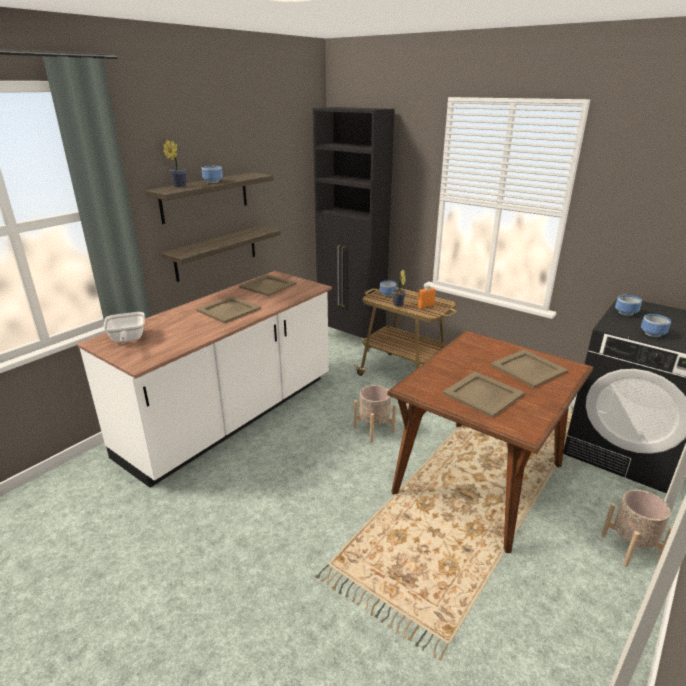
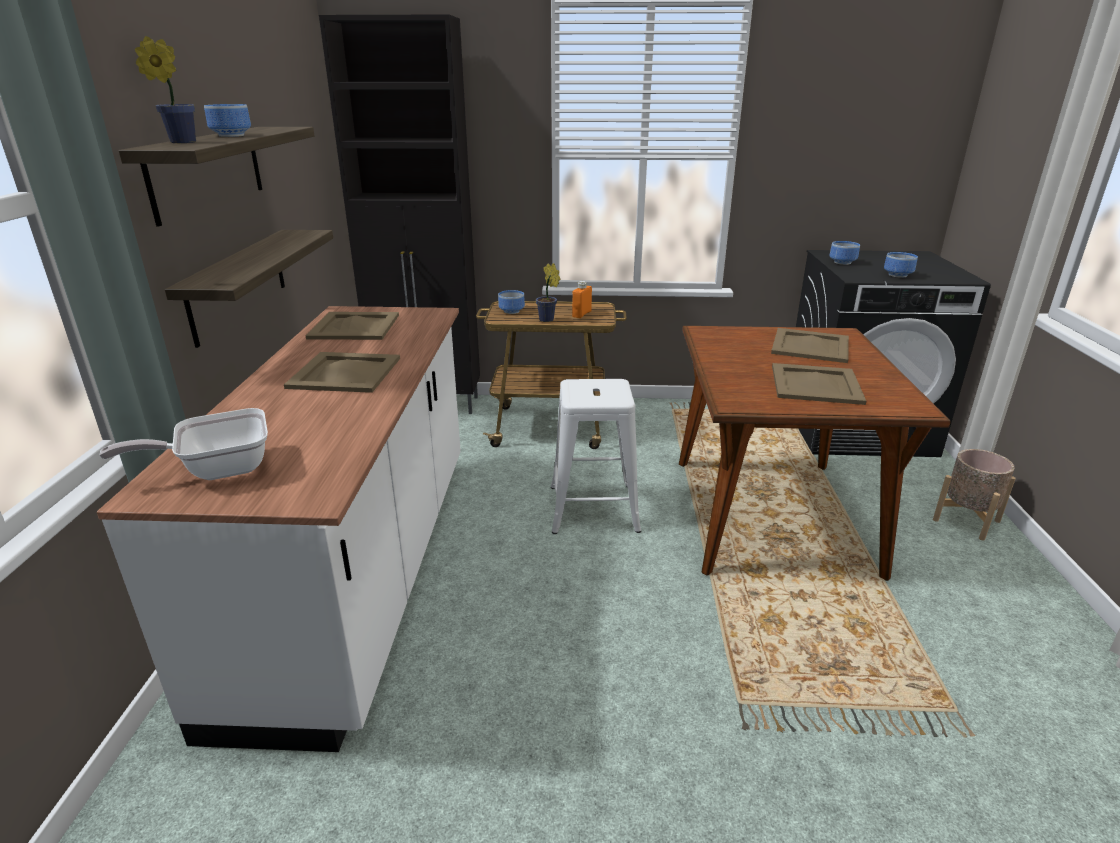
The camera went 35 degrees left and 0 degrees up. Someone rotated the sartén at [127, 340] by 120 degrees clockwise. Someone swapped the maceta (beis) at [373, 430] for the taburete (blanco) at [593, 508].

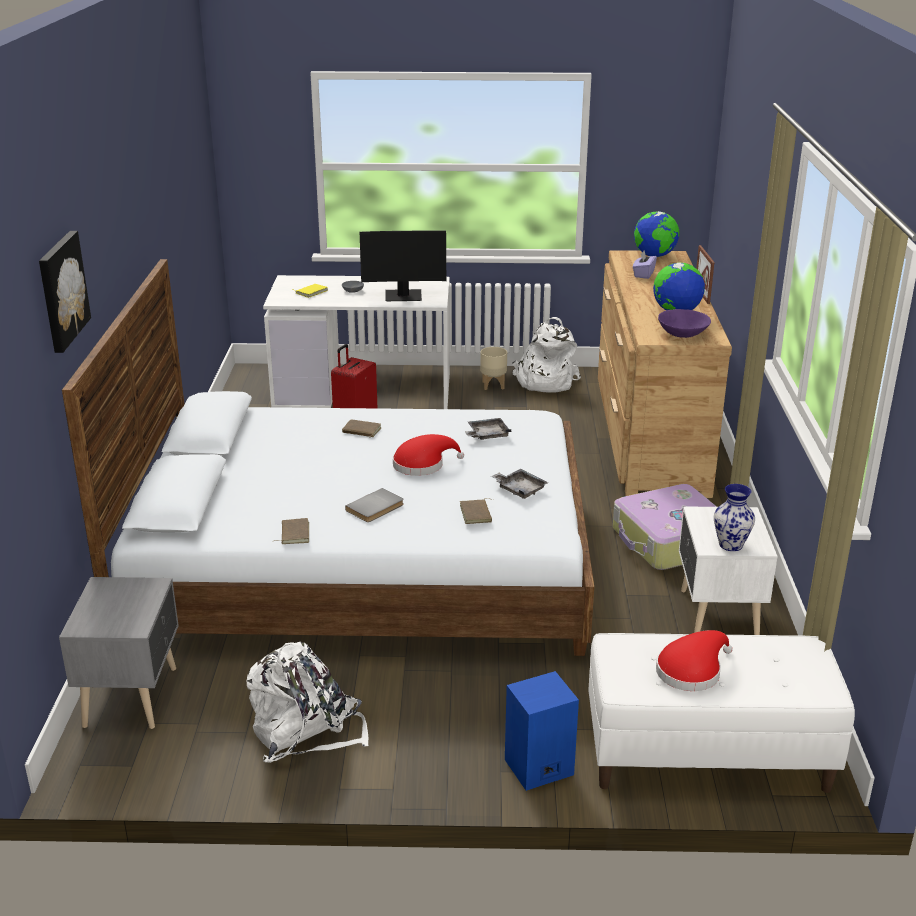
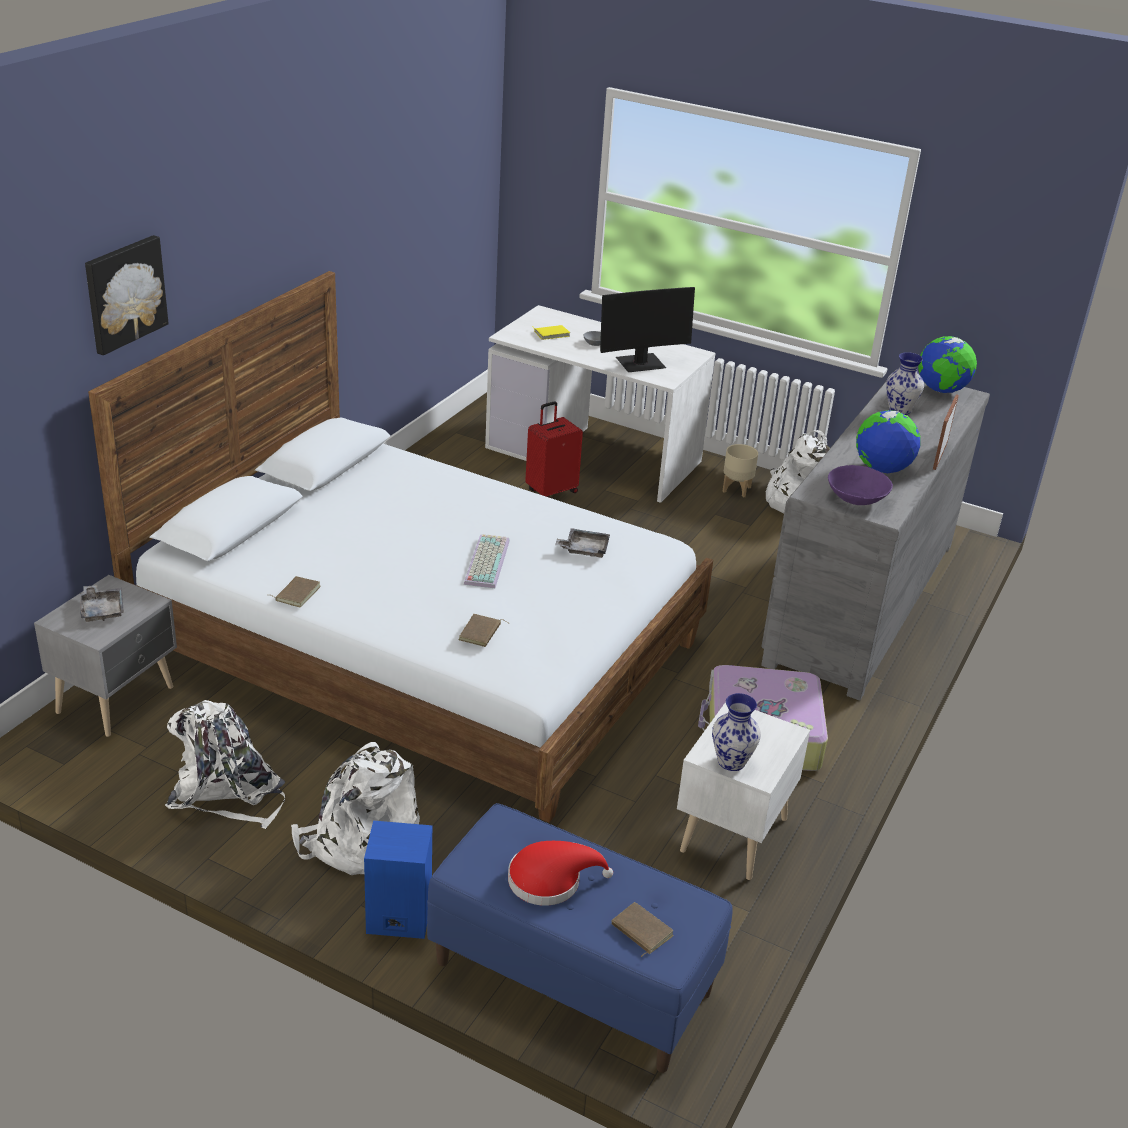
The camera went 25 degrees right and 5 degrees up. Someone rotated the monitor at [403, 296] by 45 degrees counterclockwise. Someone repainted the cómoda (marrón) at [649, 434], which became the cómoda (gris) at [860, 601]. Someone swapped the caja de pañuelos (morado) at [643, 274] for the florero at [899, 410]. Someone carried the libro (marrón) from [361, 431] to [640, 931]. Someone swapped the sombrero (rojo) at [422, 464] for the teclado at [485, 561]. Someone carried the bandeja (gris) from [519, 489] to [102, 610]. Someone took away the libro (gris) at [376, 508]. Someone repainted the banco (blanco) at [706, 756], which became the banco (azul) at [571, 978]. Someone put down the mochila (blanco) at [359, 842].

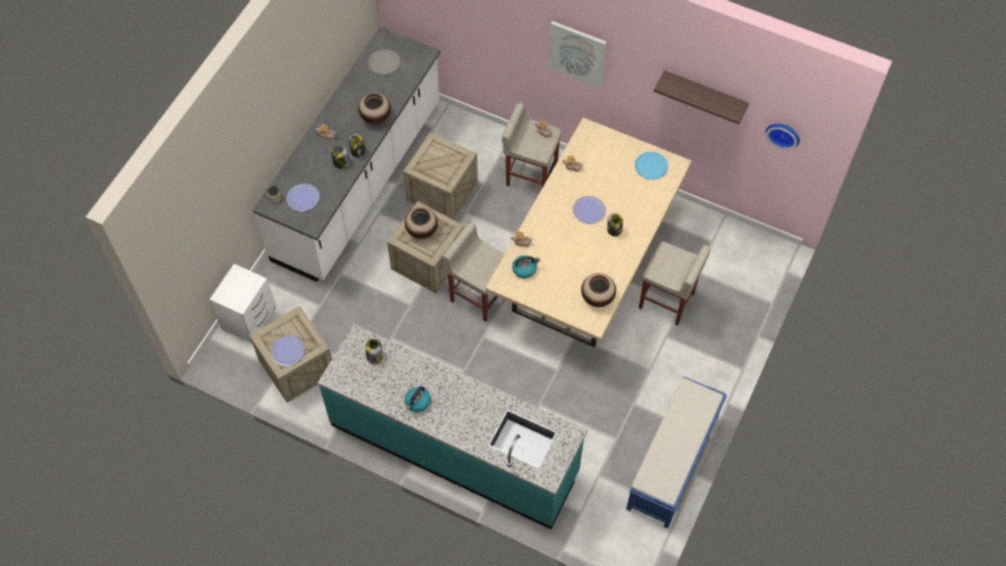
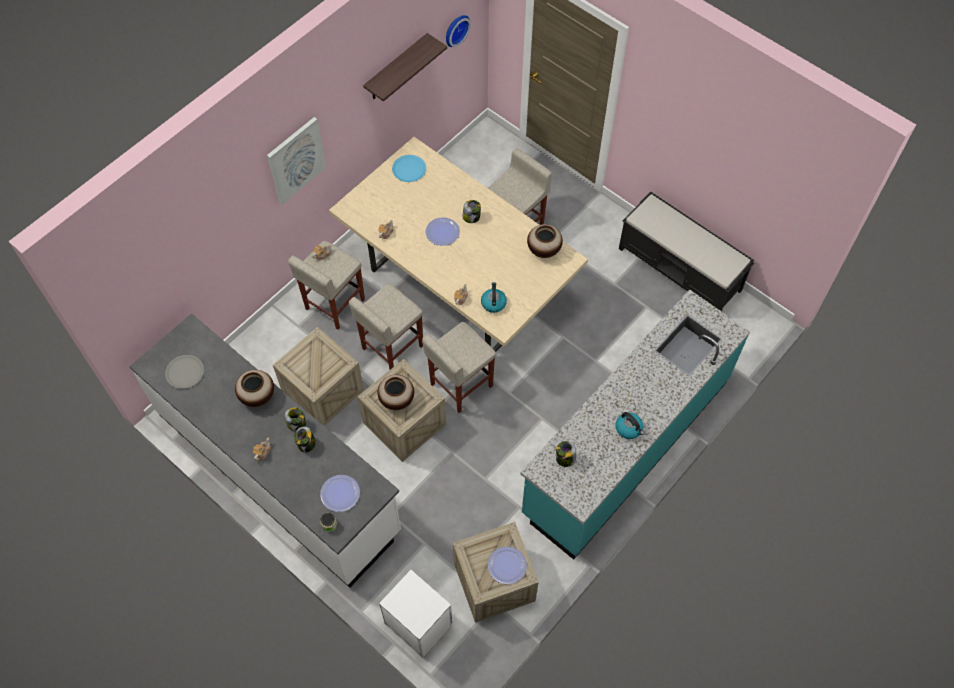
The camera went 75 degrees left and 0 degrees up. Someone repainted the banco (azul) at [672, 463], which became the banco (negro) at [680, 270]. Someone put down the taburete (beis) at [392, 347].

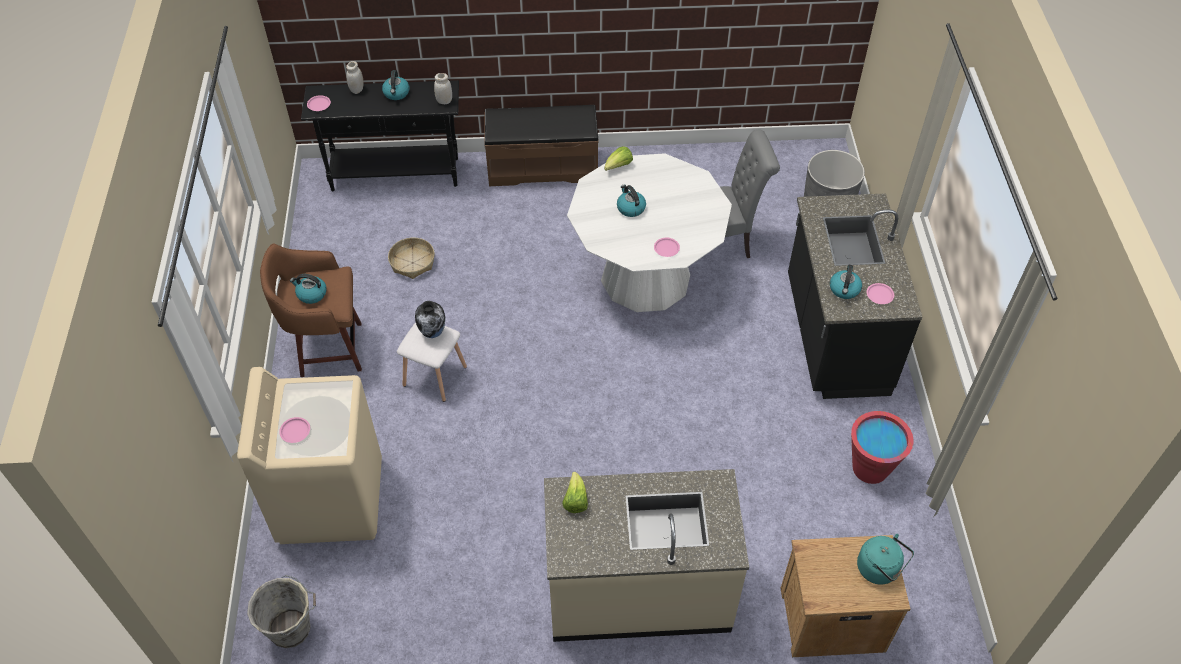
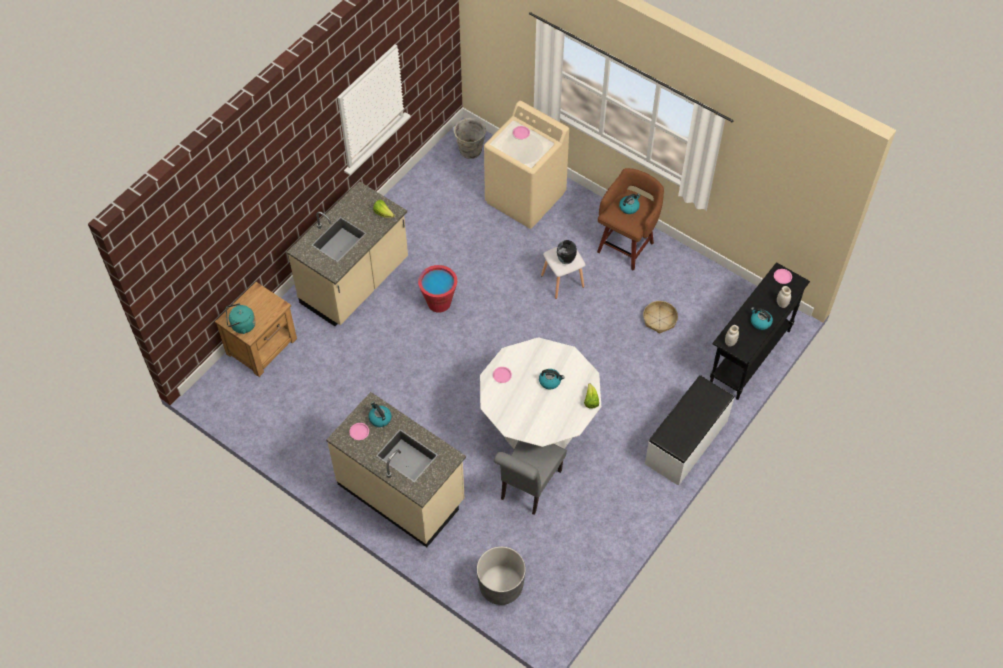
The camera went 130 degrees right and 5 degrees up. Someone repainted the banco (marrón) at [542, 167], which became the banco (blanco) at [687, 442]. Someone repainted the mueble bajo de cocina (negro) at [834, 336], which became the mueble bajo de cocina (beis) at [401, 492]. Someone carried the cubo (rojo) from [870, 468] to [439, 302].

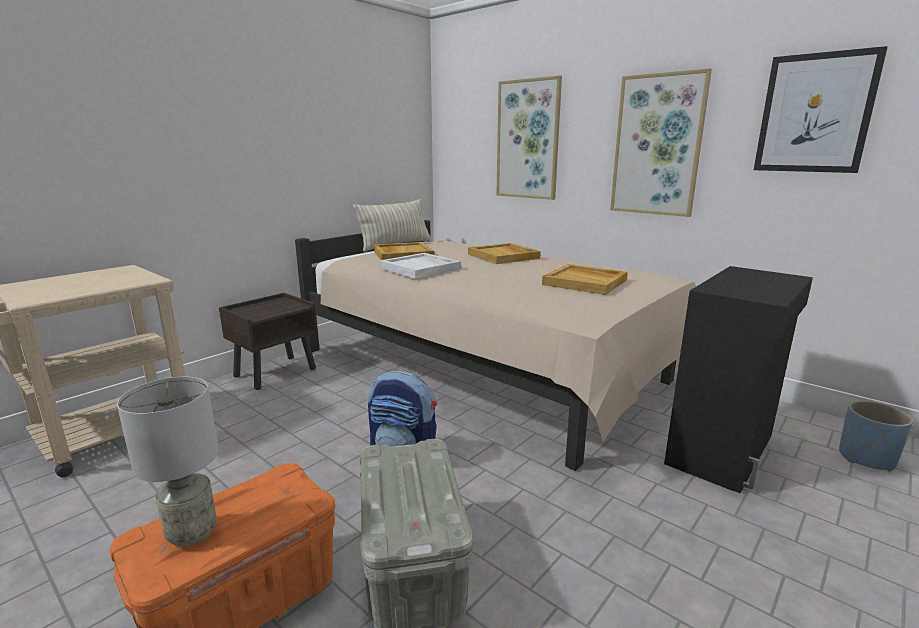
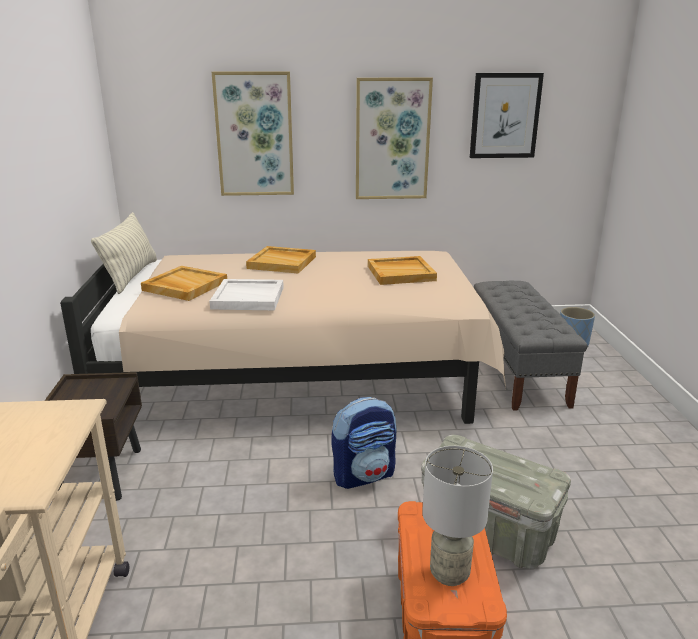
The camera went 45 degrees left and 5 degrees up. Someone swapped the armario (negro) at [722, 449] for the banco (gris) at [517, 370].

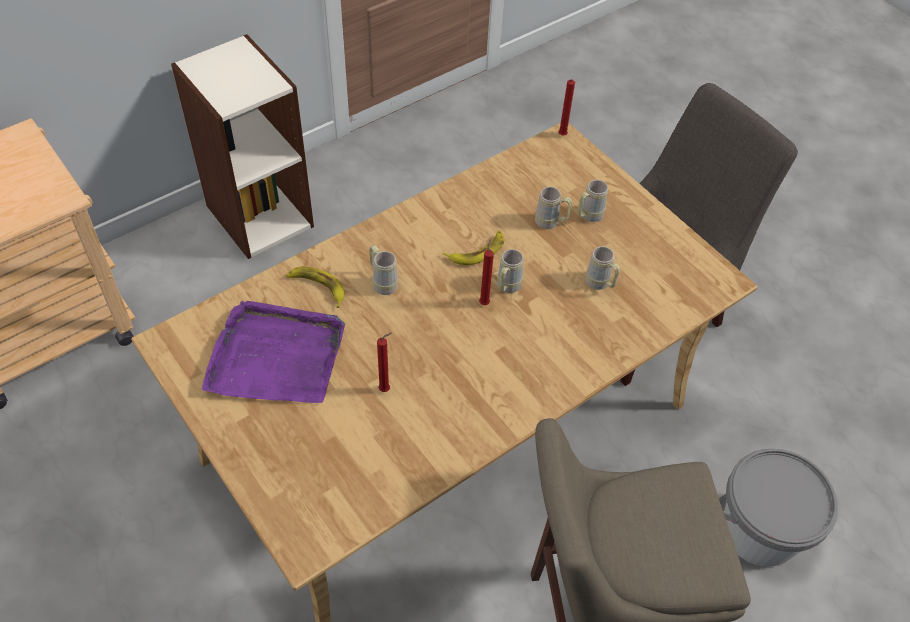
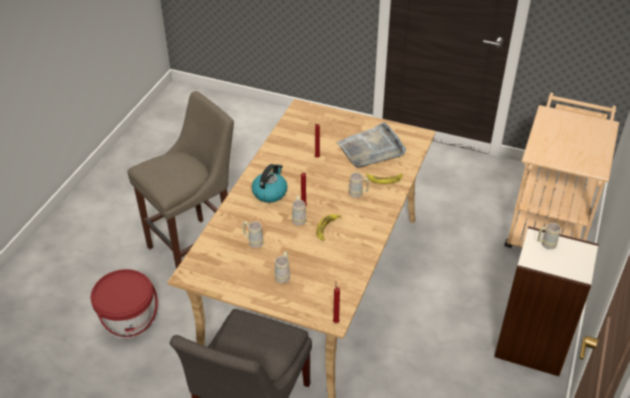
The camera went 150 degrees right and 10 degrees down. Someone carried the taza grande (beis) from [551, 223] to [545, 244]. Someone repainted the bandeja (morado) at [276, 357], which became the bandeja (gris) at [371, 149]. Someone repainted the cubo (gris) at [760, 530], which became the cubo (rojo) at [129, 321]. Someone put down the hervidor at [270, 192].

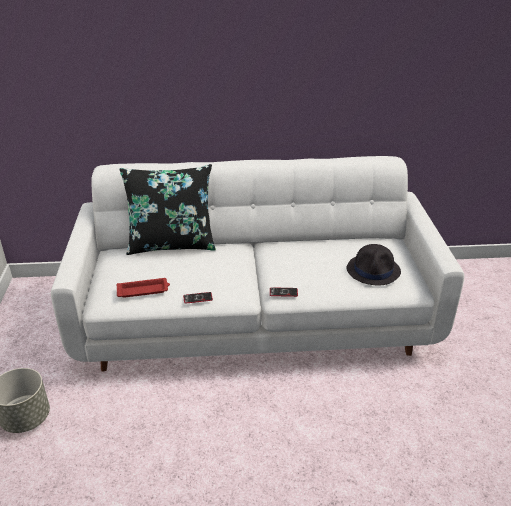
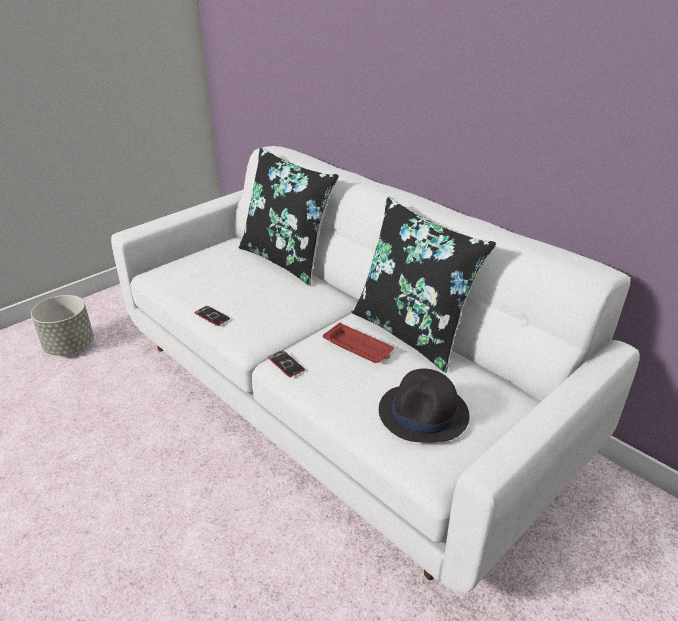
The camera went 50 degrees right and 0 degrees up. Someone carried the bandeja (rojo) from [144, 290] to [359, 348]. Someone put down the cojín (negro) at [411, 332].

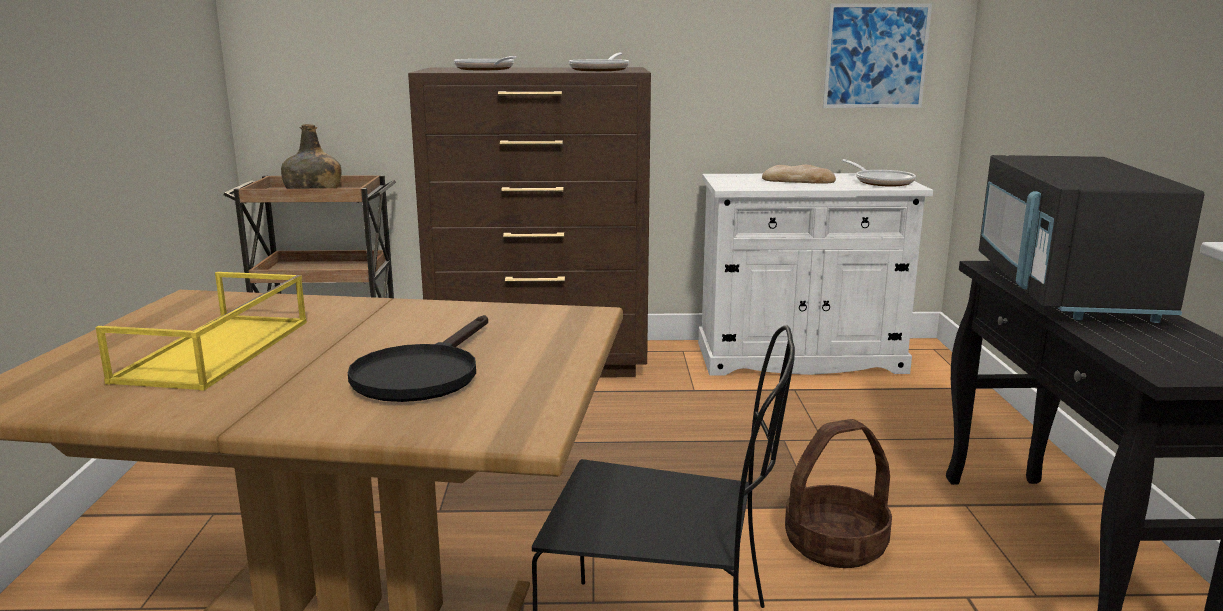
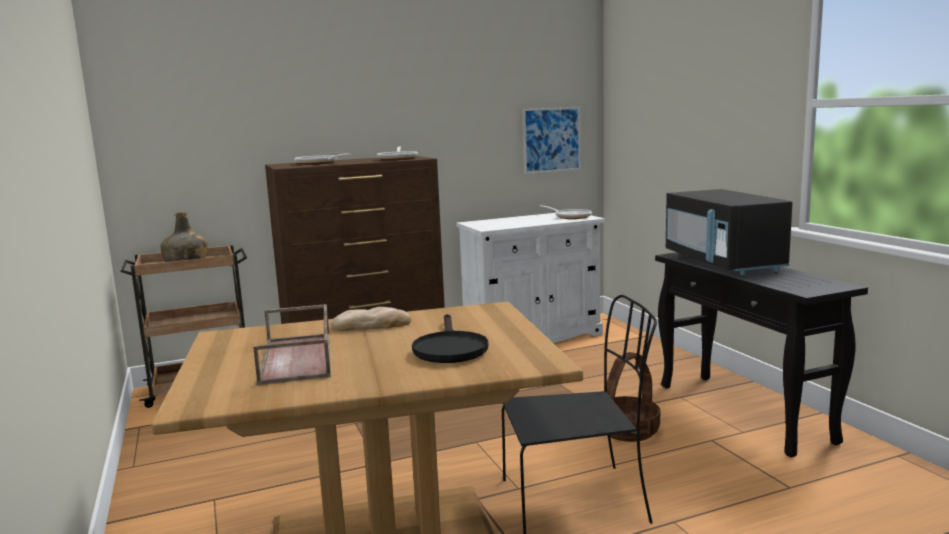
The camera went 20 degrees left and 5 degrees down. Someone carried the pan from [798, 180] to [371, 325]. Someone repainted the bandeja (amarillo) at [216, 351], which became the bandeja (marrón) at [298, 358].

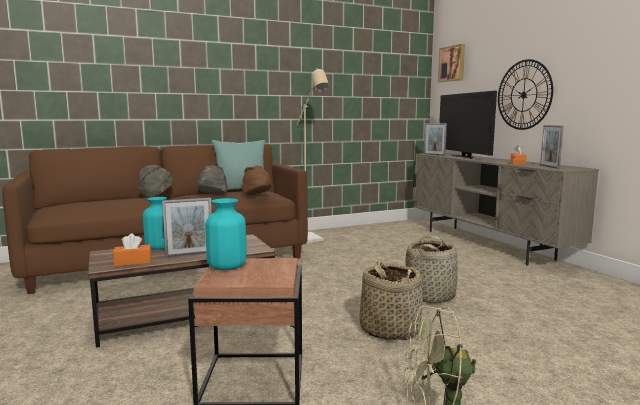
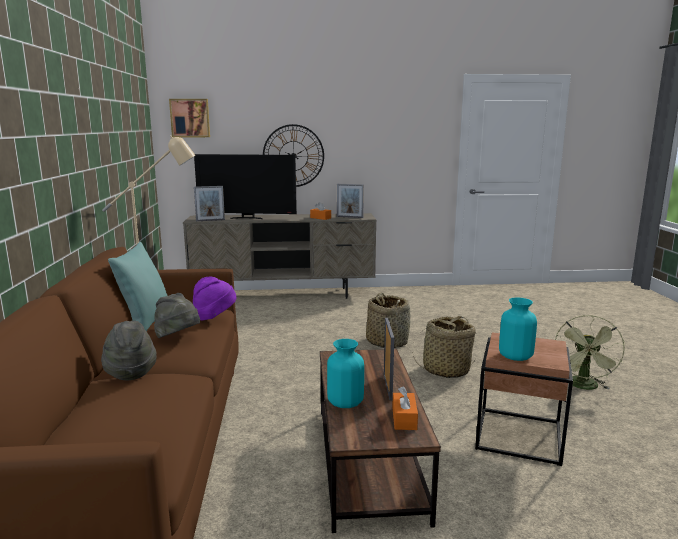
The camera went 70 degrees left and 5 degrees up. Someone repainted the sombrero (marrón) at [257, 196], which became the sombrero (morado) at [215, 317].

